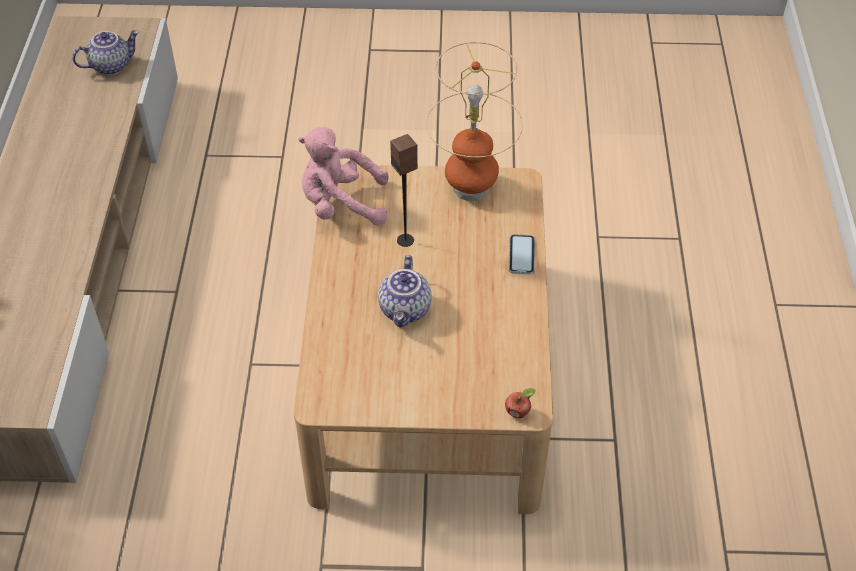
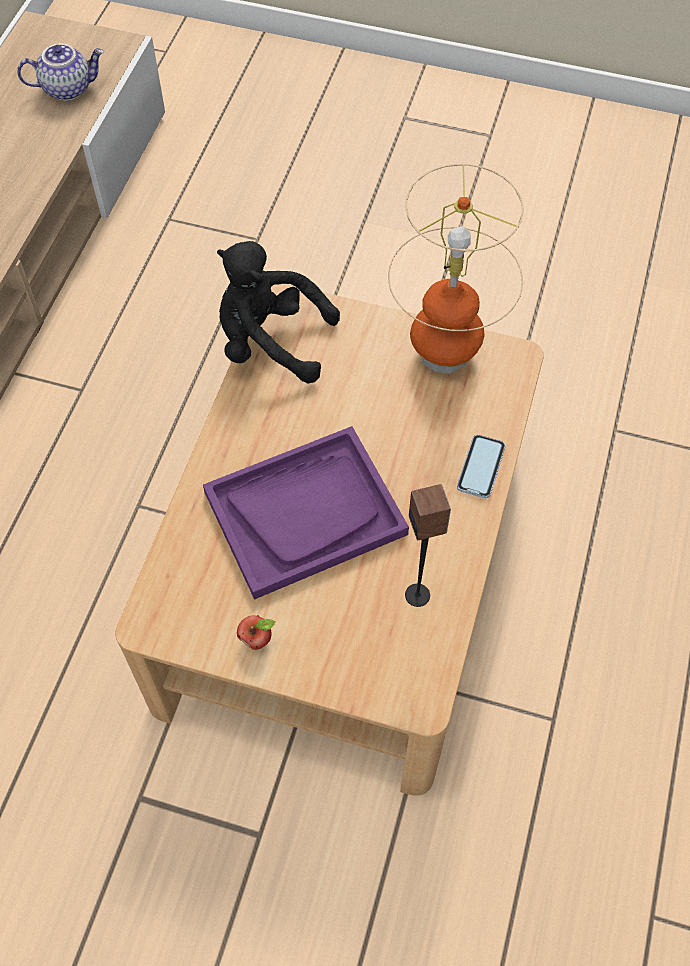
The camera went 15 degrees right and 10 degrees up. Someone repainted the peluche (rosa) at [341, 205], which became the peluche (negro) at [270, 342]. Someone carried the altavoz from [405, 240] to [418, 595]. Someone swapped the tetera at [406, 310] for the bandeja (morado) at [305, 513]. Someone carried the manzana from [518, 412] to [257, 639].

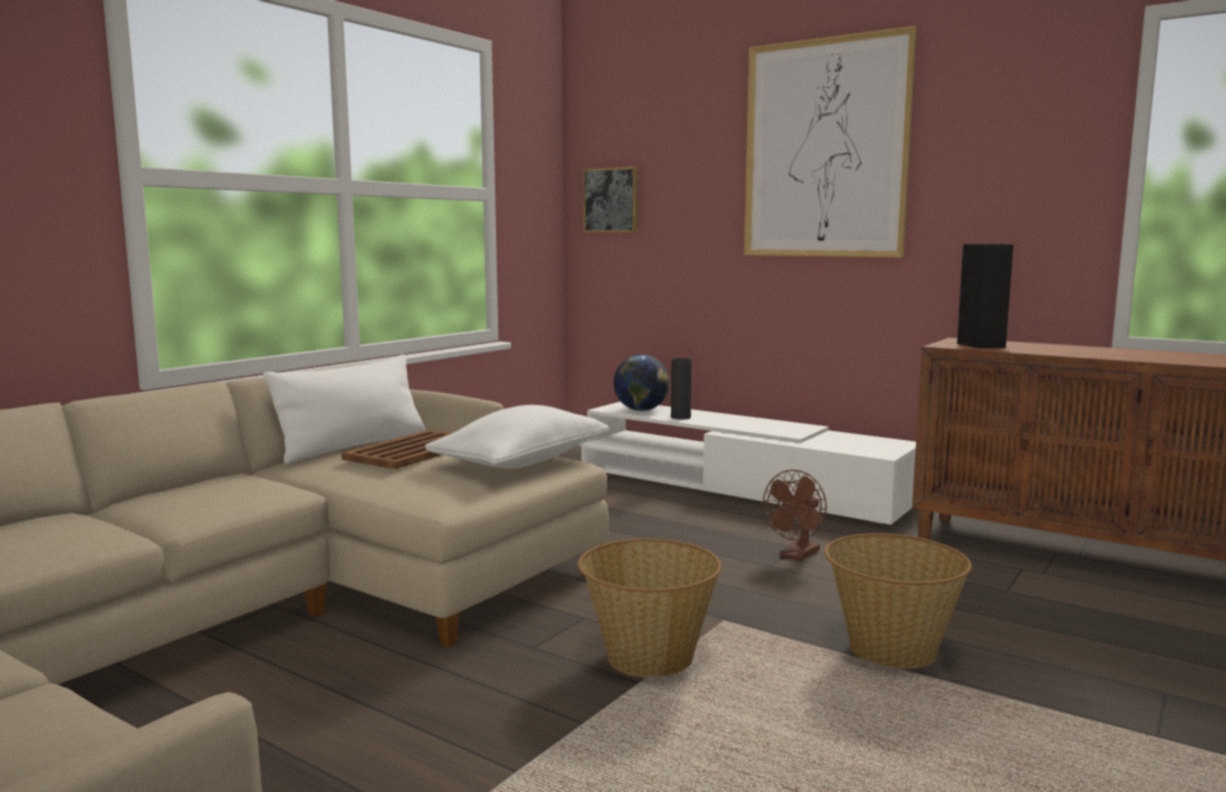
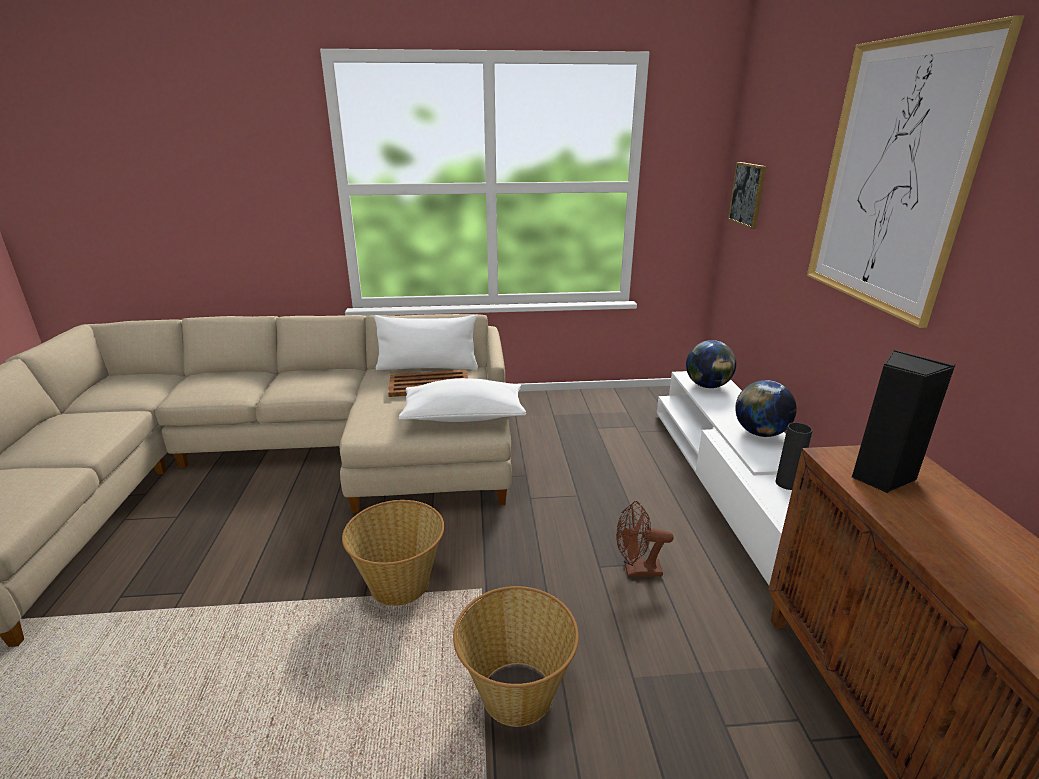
The camera went 50 degrees right and 15 degrees up. Someone carried the florero (negro) from [680, 417] to [787, 483]. Someone put down the globo terráqueo at [760, 433].

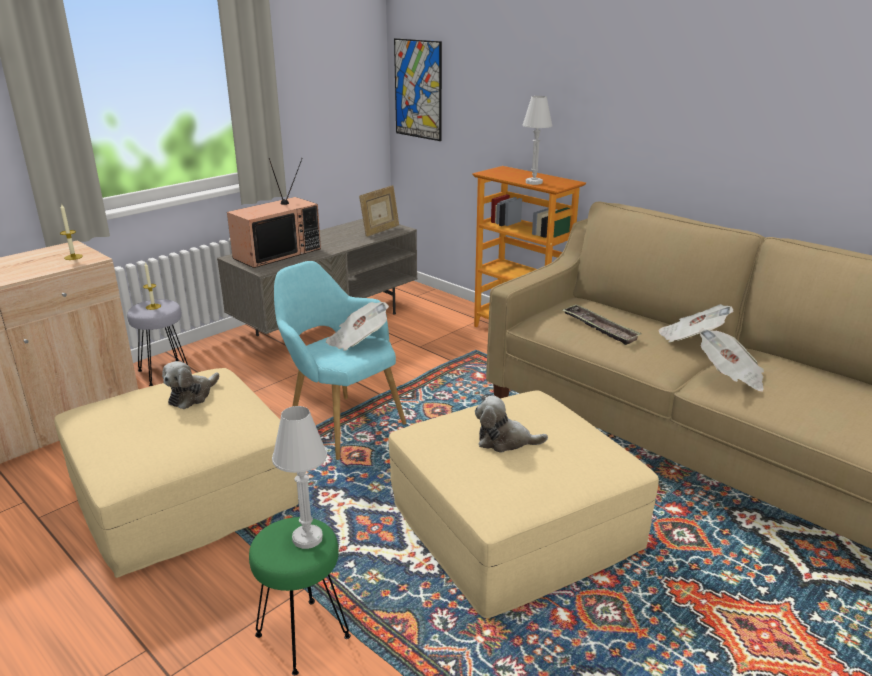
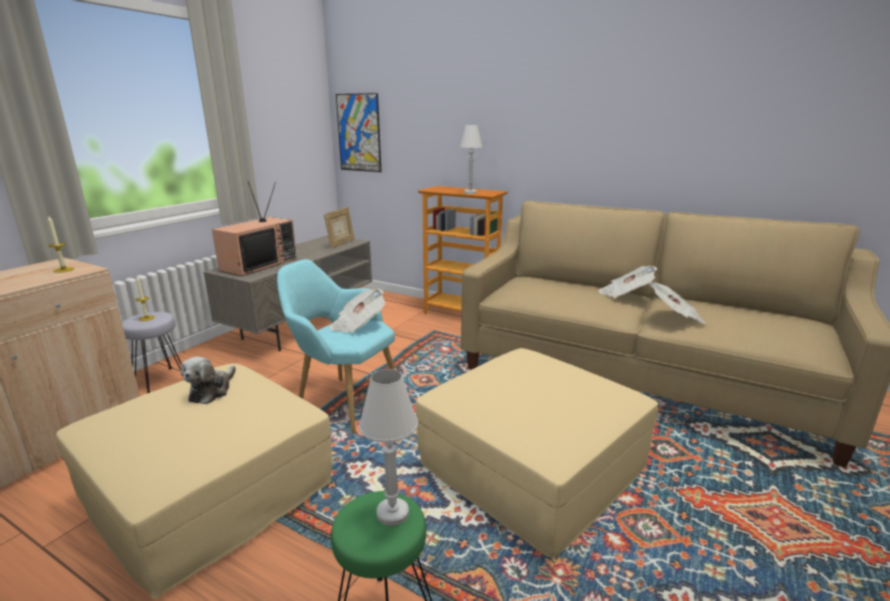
The camera went 15 degrees left and 5 degrees down. Someone took away the bandeja at [599, 328]. Someone took away the peluche at [505, 441].

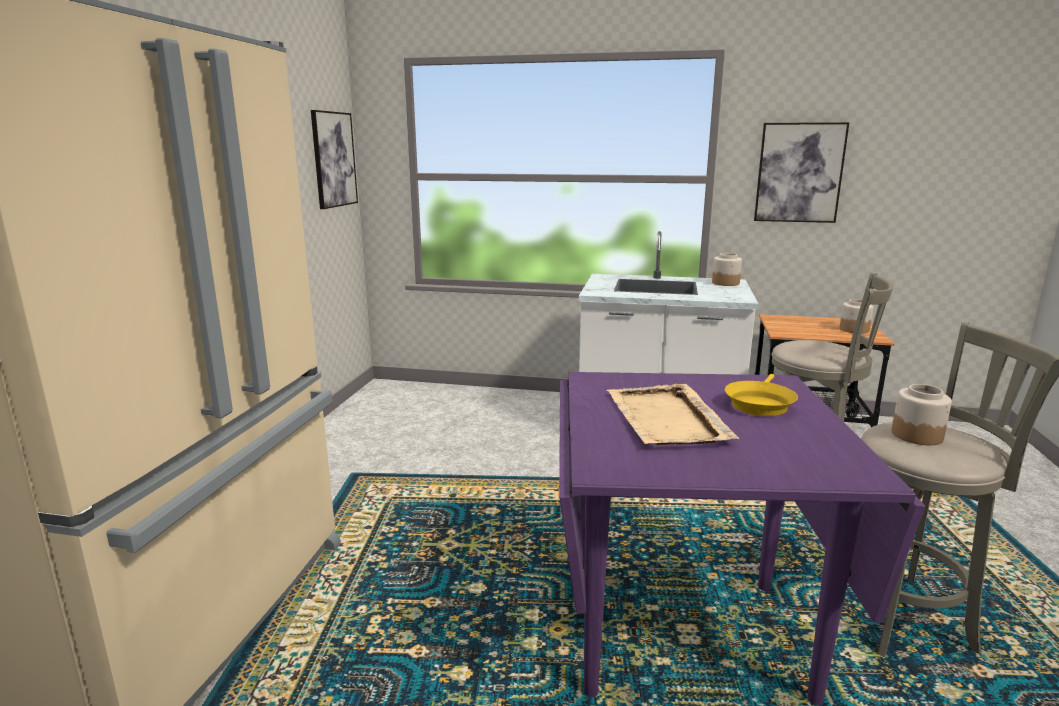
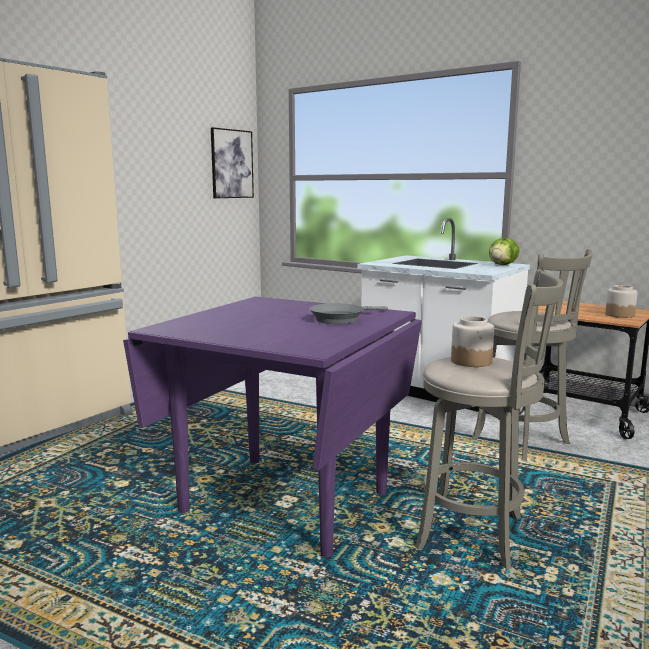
The camera went 25 degrees right and 5 degrees down. Someone took away the cuadro at [799, 173]. Someone swapped the tarro at [726, 283] for the lechuga at [502, 265]. Someone repainted the sartén (amarillo) at [759, 404], which became the sartén (gris) at [340, 319]. Someone took away the bandeja (beis) at [666, 419].

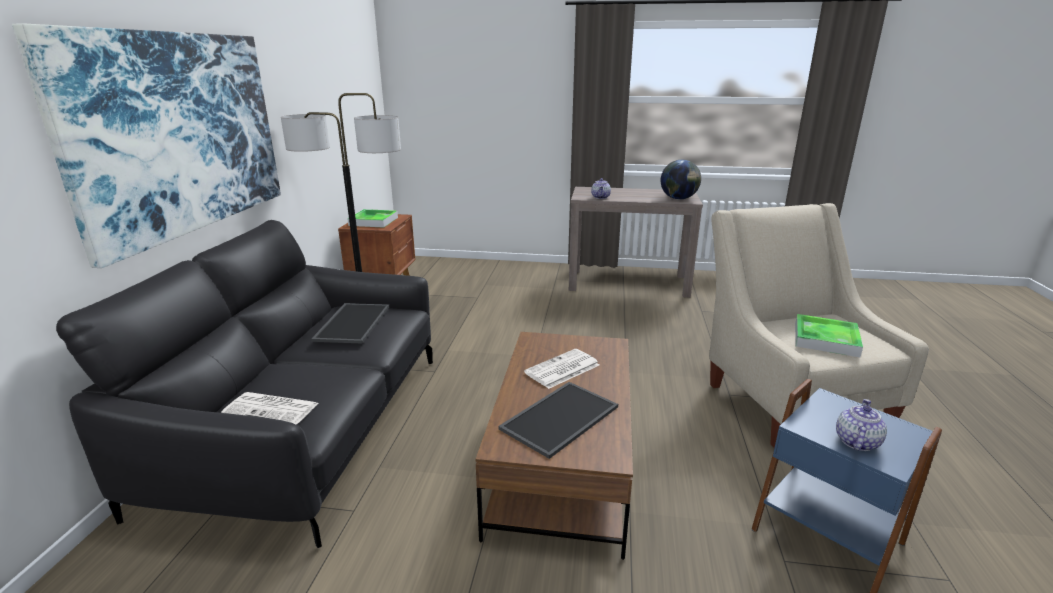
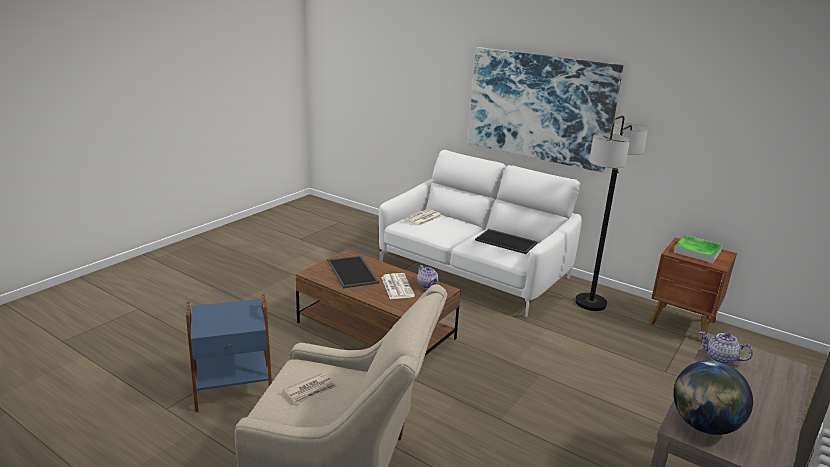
The camera went 115 degrees right and 0 degrees up. Someone repainted the sofá (negro) at [307, 427], which became the sofá (blanco) at [474, 271]. Someone swapped the bandeja at [825, 339] for the periódico at [311, 390]. Someone carried the tetera from [856, 441] to [427, 285].

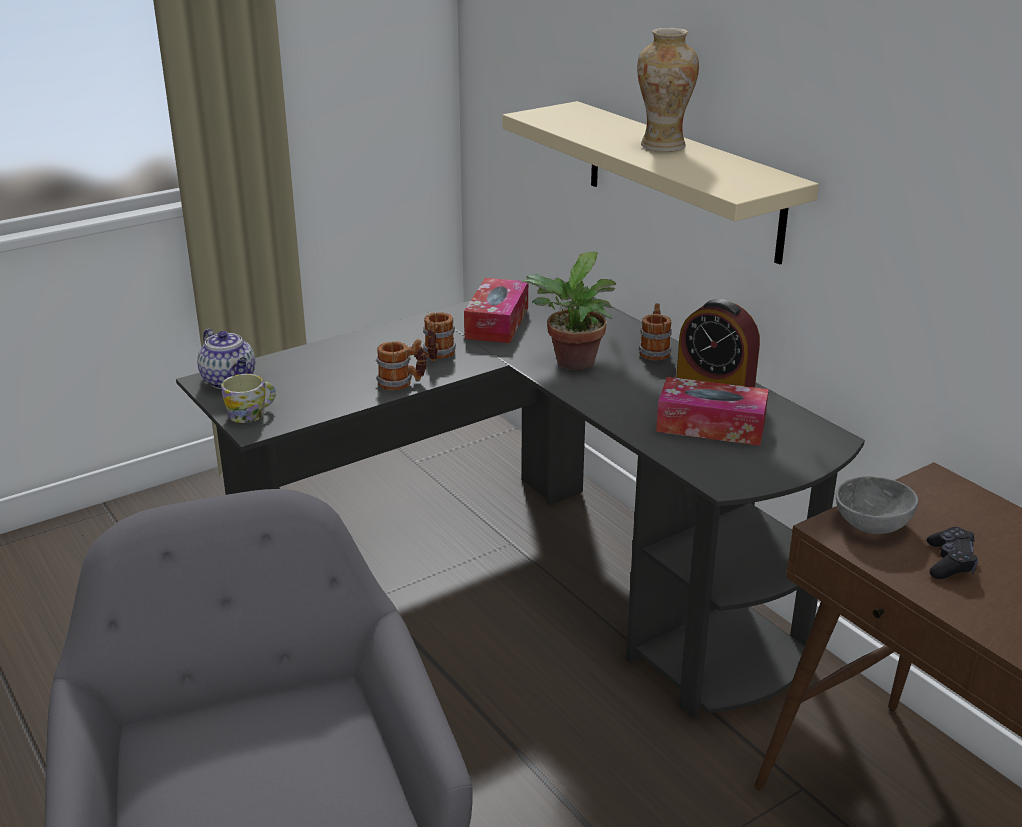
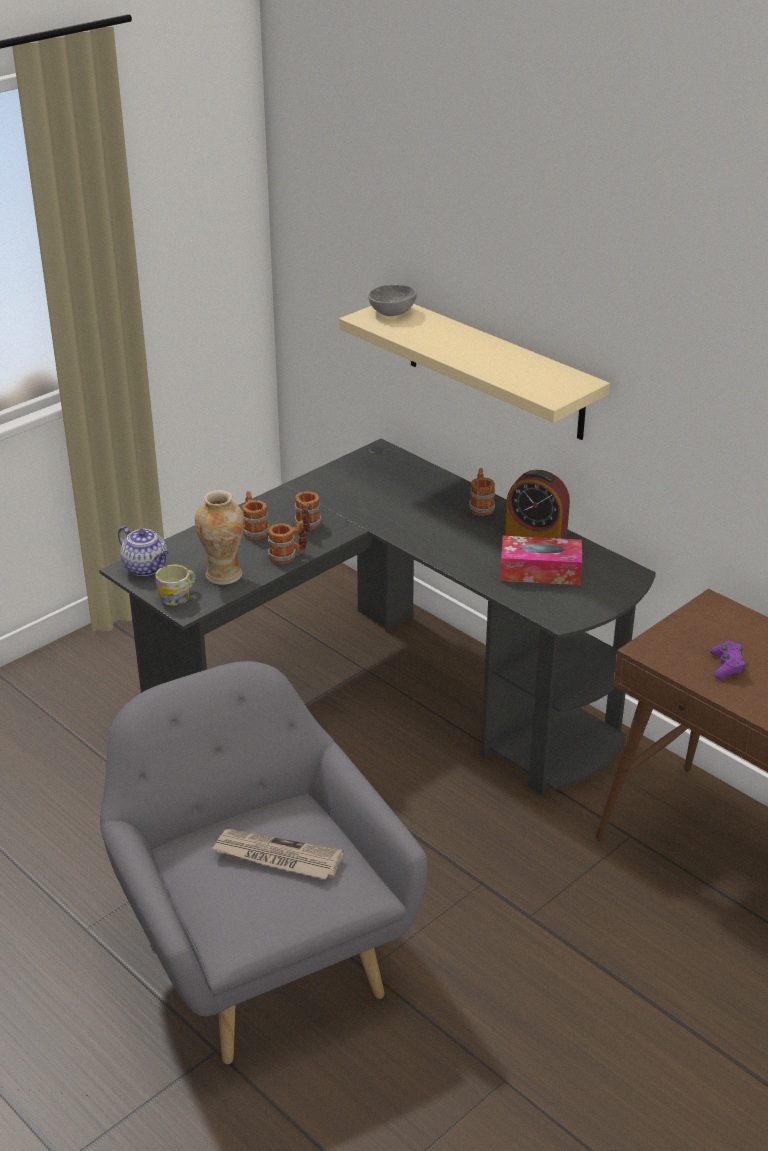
The camera went 10 degrees left and 5 degrees up. Someone carried the florero from [663, 146] to [224, 575]. Someone took away the planta en maceta at [572, 364]. Someone took away the caja de pañuelos at [497, 323]. Someone carried the cuenco (gris) from [870, 524] to [391, 312]. Someone repainted the mando de consola (negro) at [949, 562], which became the mando de consola (morado) at [726, 666]. Someone put down the taza grande at [254, 530]. Someone put down the periódico at [276, 857].

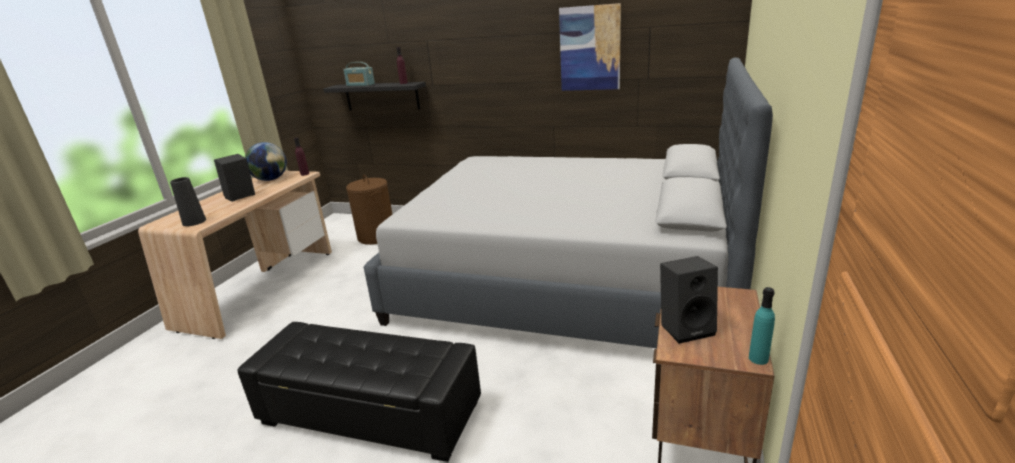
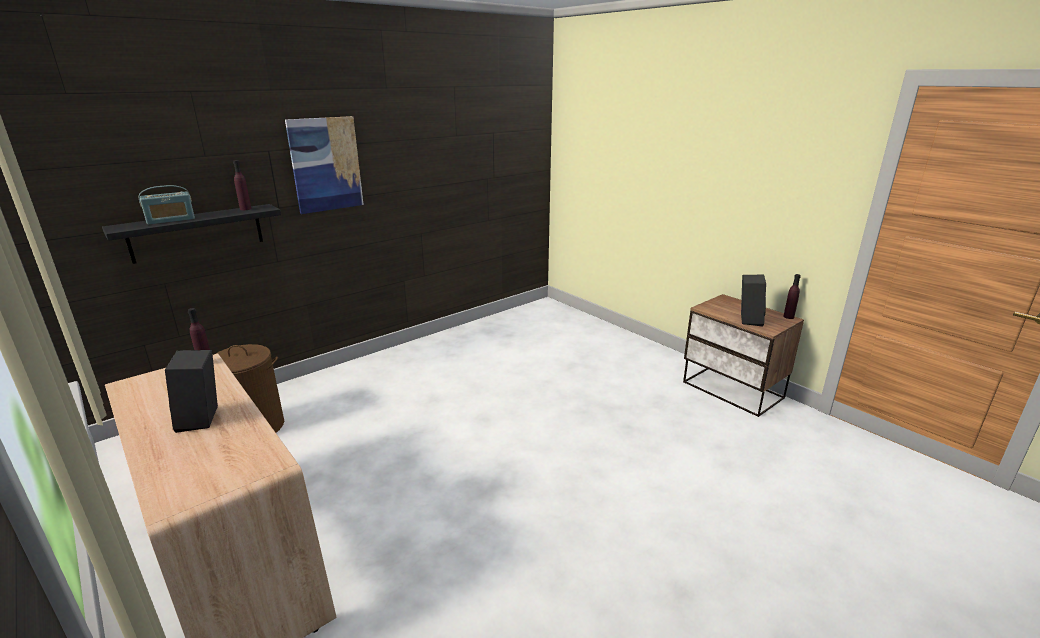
The camera went 60 degrees left and 0 degrees up. Someone carried the cuadro from [590, 48] to [326, 164]. Someone took away the cama (gris) at [566, 280]. Someone took away the globo terráqueo at [270, 179]. Someone took away the florero (negro) at [194, 222]. Someone repainted the botella (turquesa) at [758, 358], which became the botella (morado) at [788, 317]. Someone took away the puf (negro) at [369, 413].

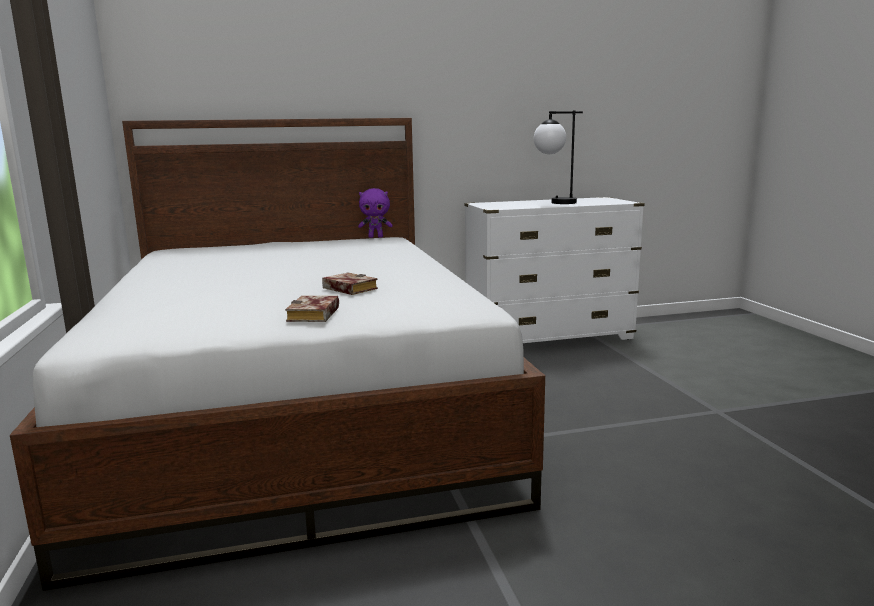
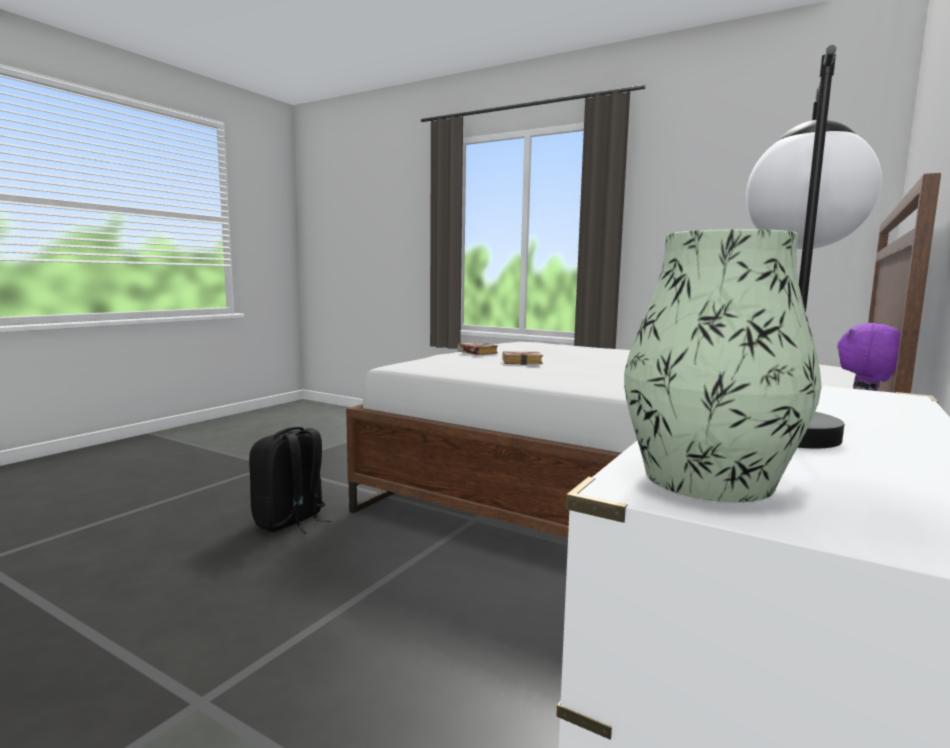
The camera went 135 degrees right and 5 degrees down. Someone put down the florero at [708, 479]. Someone put down the mochila (negro) at [290, 521].

